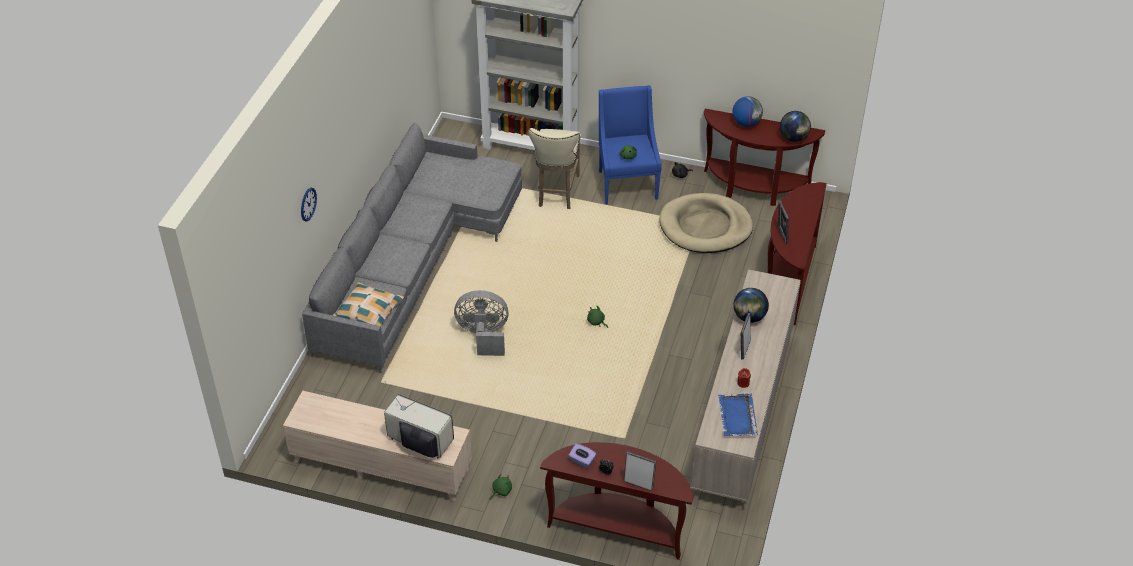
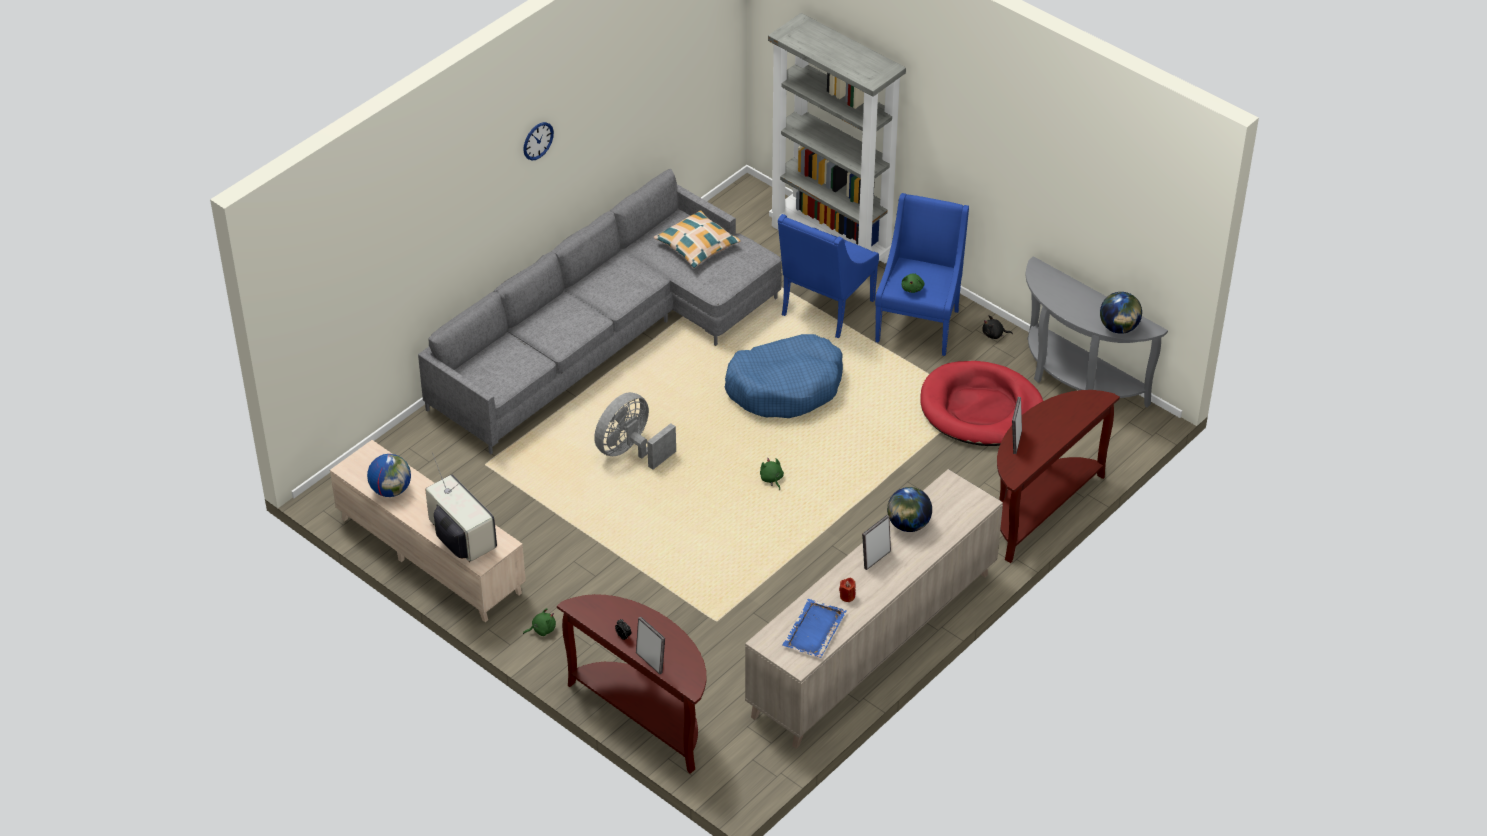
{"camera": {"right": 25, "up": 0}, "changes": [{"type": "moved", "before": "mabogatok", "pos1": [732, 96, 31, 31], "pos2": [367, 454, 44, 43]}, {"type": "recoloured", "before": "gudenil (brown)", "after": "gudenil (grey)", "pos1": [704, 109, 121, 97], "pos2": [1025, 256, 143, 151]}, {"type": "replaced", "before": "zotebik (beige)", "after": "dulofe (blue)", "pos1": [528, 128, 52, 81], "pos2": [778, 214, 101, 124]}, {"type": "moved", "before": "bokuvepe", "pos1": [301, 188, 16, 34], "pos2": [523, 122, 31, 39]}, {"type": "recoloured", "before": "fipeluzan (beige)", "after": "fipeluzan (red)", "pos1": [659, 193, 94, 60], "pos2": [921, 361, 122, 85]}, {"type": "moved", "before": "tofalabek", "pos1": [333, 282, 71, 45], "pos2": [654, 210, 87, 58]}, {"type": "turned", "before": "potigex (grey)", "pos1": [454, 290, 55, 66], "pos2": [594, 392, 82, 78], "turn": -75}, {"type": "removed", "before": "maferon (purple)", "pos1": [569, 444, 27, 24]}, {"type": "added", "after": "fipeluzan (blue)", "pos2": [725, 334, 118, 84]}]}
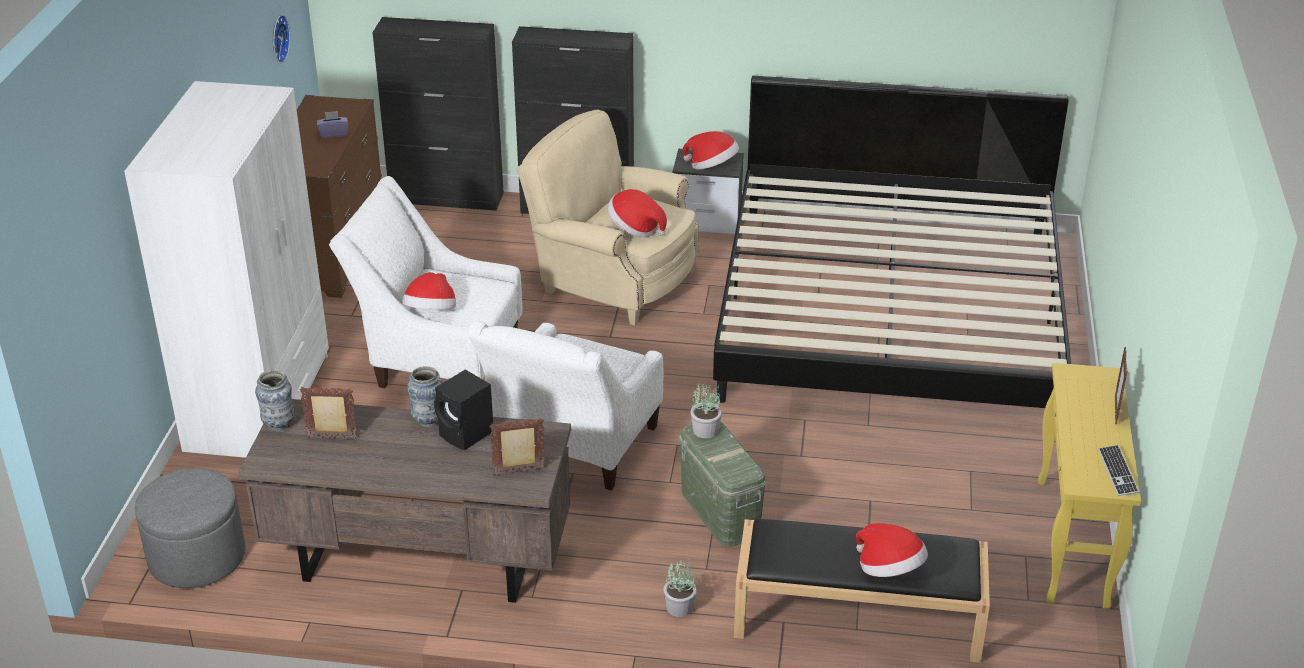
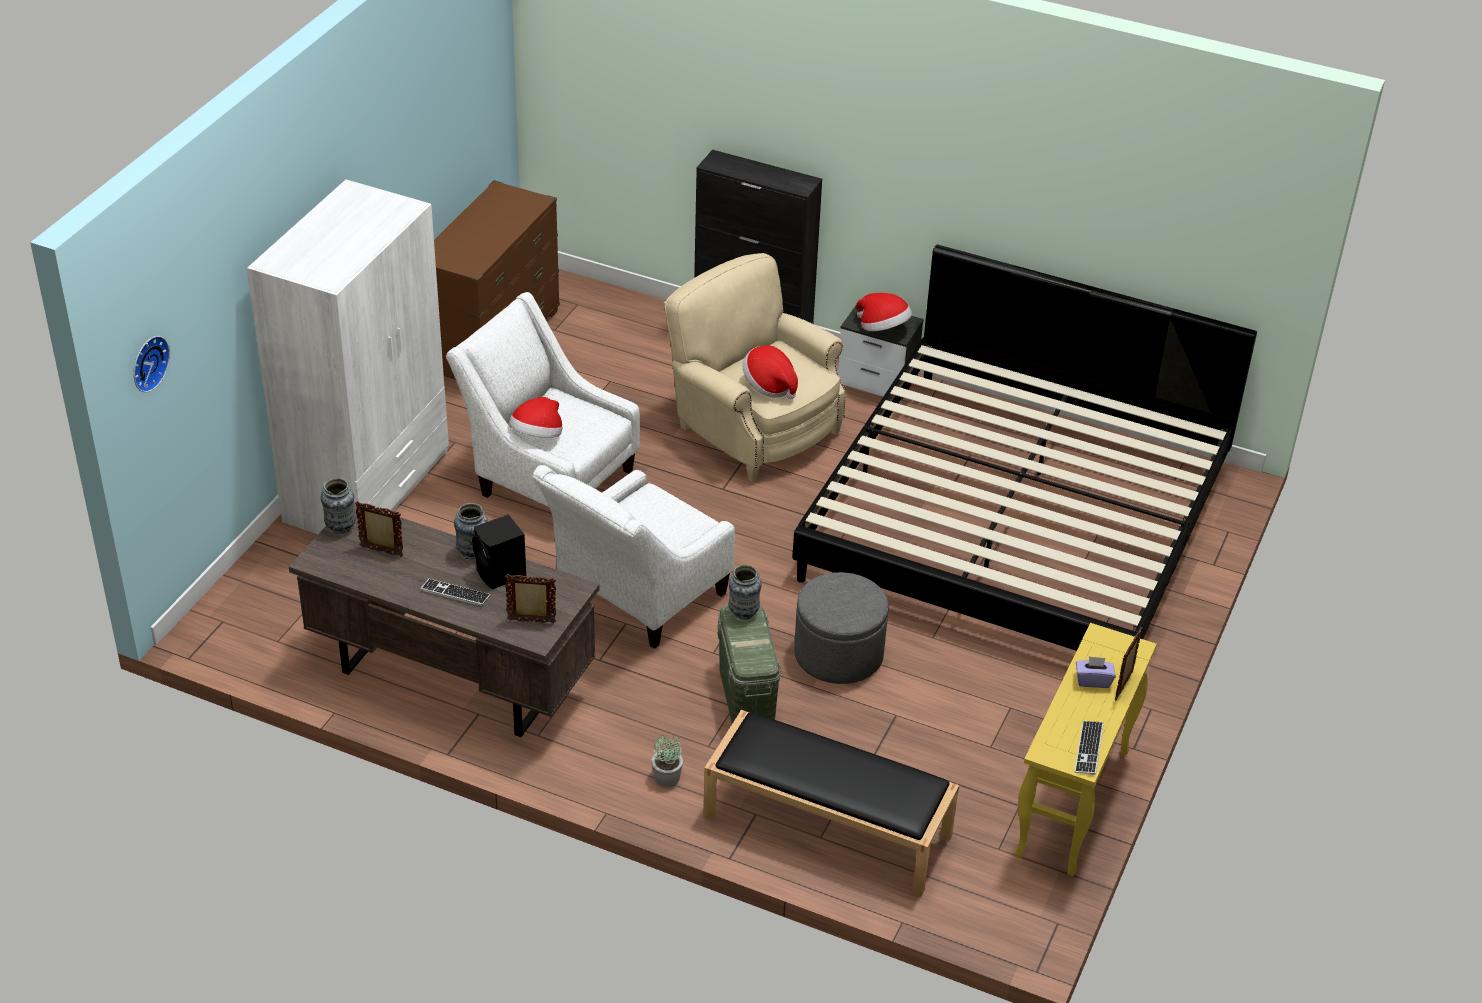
{"camera": {"right": 15, "up": 5}, "changes": [{"type": "moved", "before": "bokuvepe", "pos1": [273, 15, 17, 48], "pos2": [133, 336, 37, 56]}, {"type": "removed", "before": "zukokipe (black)", "pos1": [372, 17, 132, 194]}, {"type": "moved", "before": "maferon (purple)", "pos1": [317, 111, 32, 27], "pos2": [1076, 656, 40, 32]}, {"type": "replaced", "before": "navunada", "after": "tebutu", "pos1": [691, 383, 31, 55], "pos2": [729, 564, 33, 56]}, {"type": "moved", "before": "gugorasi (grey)", "pos1": [135, 468, 110, 120], "pos2": [794, 572, 95, 112]}, {"type": "removed", "before": "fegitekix", "pos1": [856, 523, 72, 54]}, {"type": "added", "after": "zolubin", "pos2": [421, 579, 69, 27]}]}
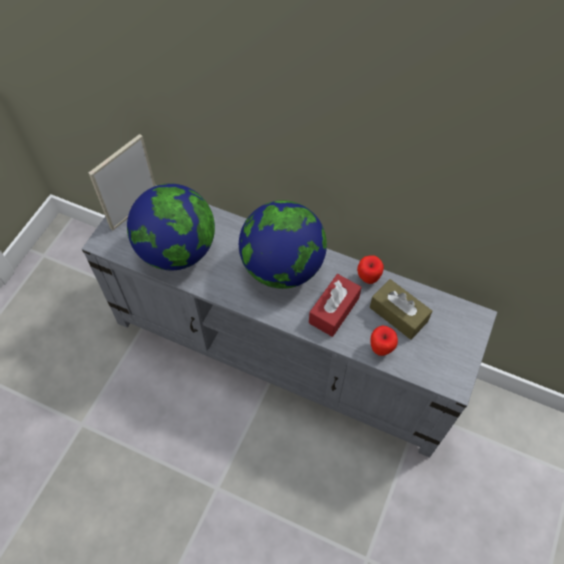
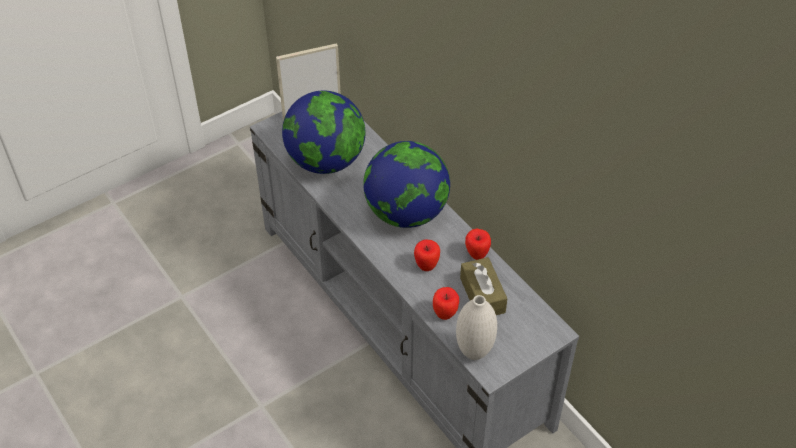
{"camera": {"right": 30, "up": -10}, "changes": [{"type": "replaced", "before": "maferon (red)", "after": "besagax", "pos1": [309, 274, 53, 63], "pos2": [414, 239, 26, 32]}, {"type": "added", "after": "tebutu (white)", "pos2": [456, 295, 41, 65]}]}
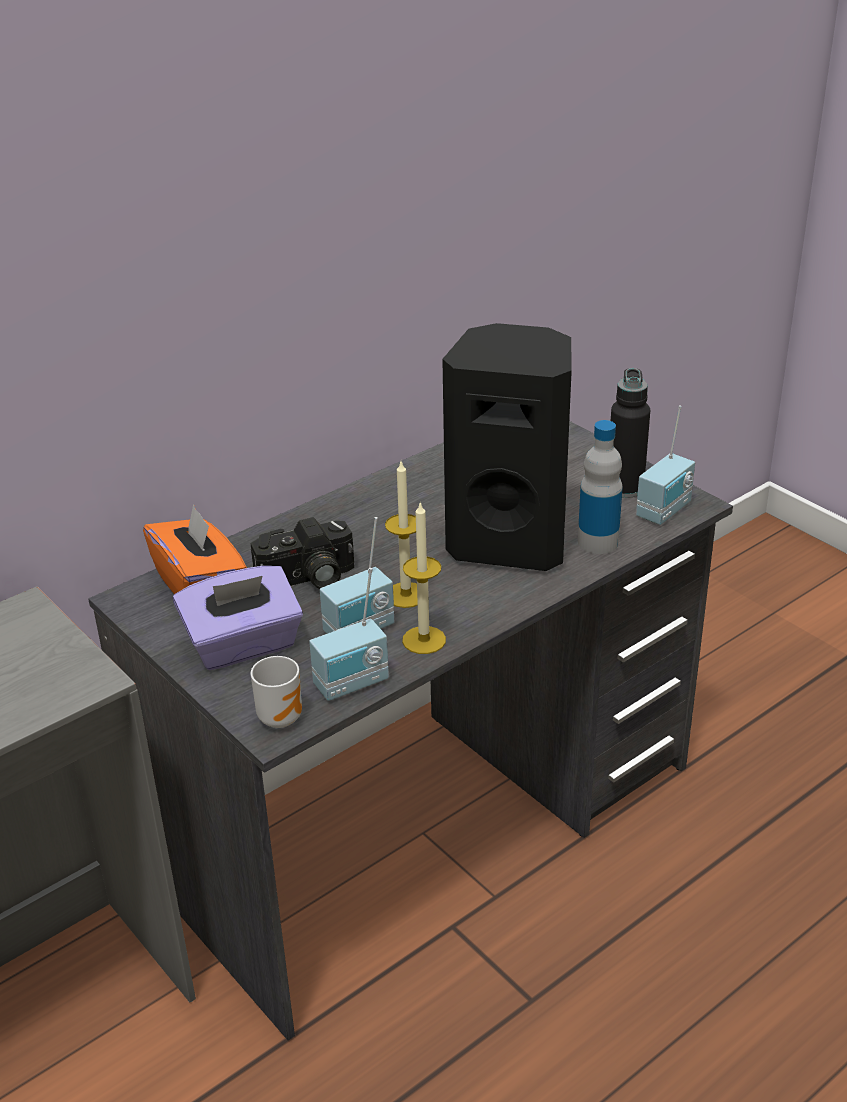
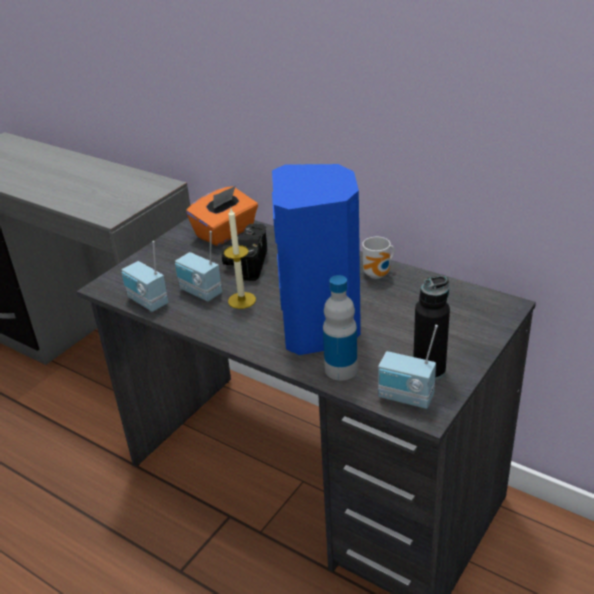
{"camera": {"right": 75, "up": 0}, "changes": [{"type": "recoloured", "before": "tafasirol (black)", "after": "tafasirol (blue)", "pos1": [442, 323, 130, 248], "pos2": [272, 164, 89, 191]}, {"type": "removed", "before": "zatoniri", "pos1": [402, 503, 44, 151]}, {"type": "turned", "before": "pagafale", "pos1": [251, 517, 103, 72], "pos2": [222, 224, 45, 57], "turn": 45}, {"type": "removed", "before": "maferon (purple)", "pos1": [173, 566, 130, 104]}, {"type": "moved", "before": "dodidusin", "pos1": [251, 656, 51, 72], "pos2": [362, 237, 33, 42]}]}
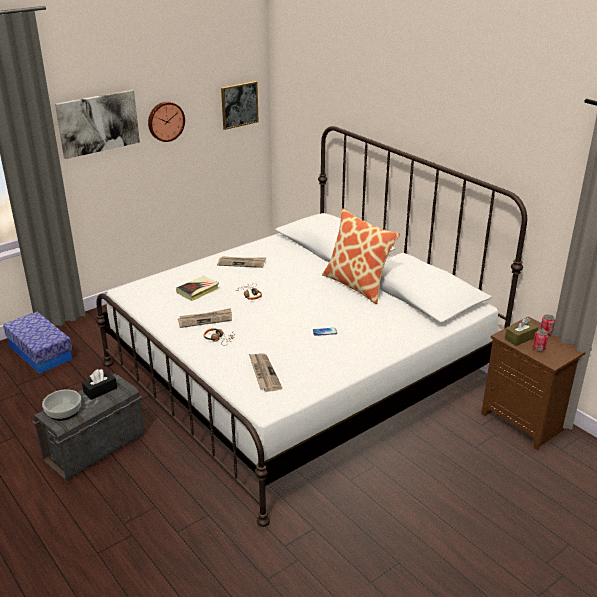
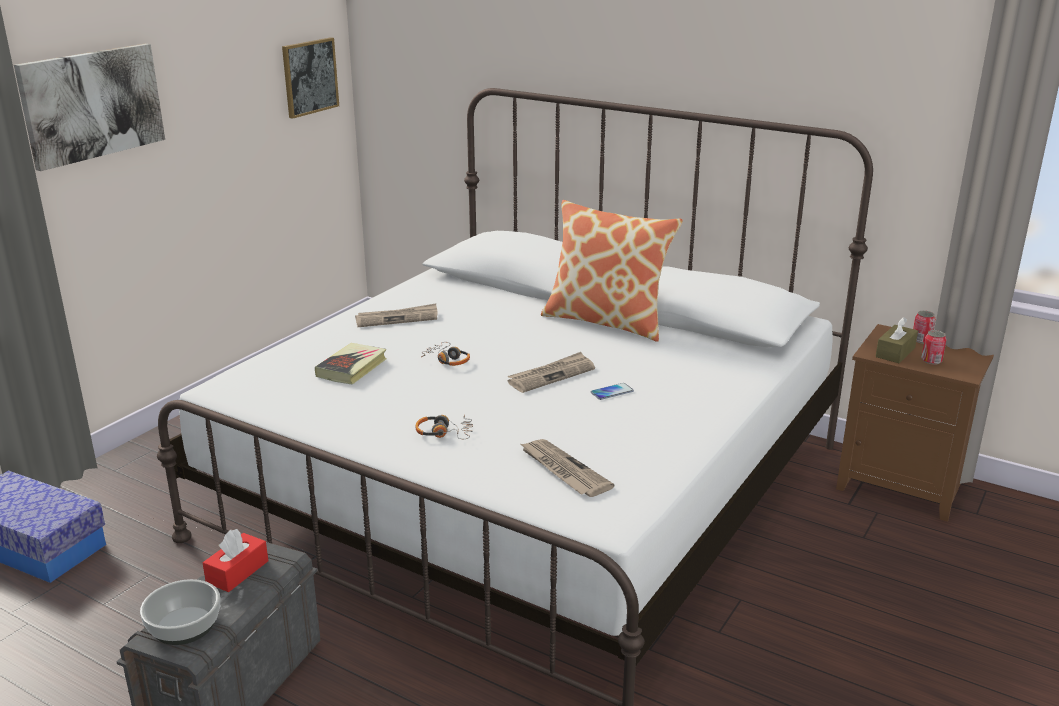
{"camera": {"right": -20, "up": -5}, "changes": [{"type": "removed", "before": "bokuvepe", "pos1": [148, 102, 37, 40]}, {"type": "moved", "before": "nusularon", "pos1": [178, 308, 54, 20], "pos2": [507, 352, 88, 41]}, {"type": "recoloured", "before": "maferon (black)", "after": "maferon (red)", "pos1": [82, 369, 35, 31], "pos2": [203, 529, 65, 63]}]}
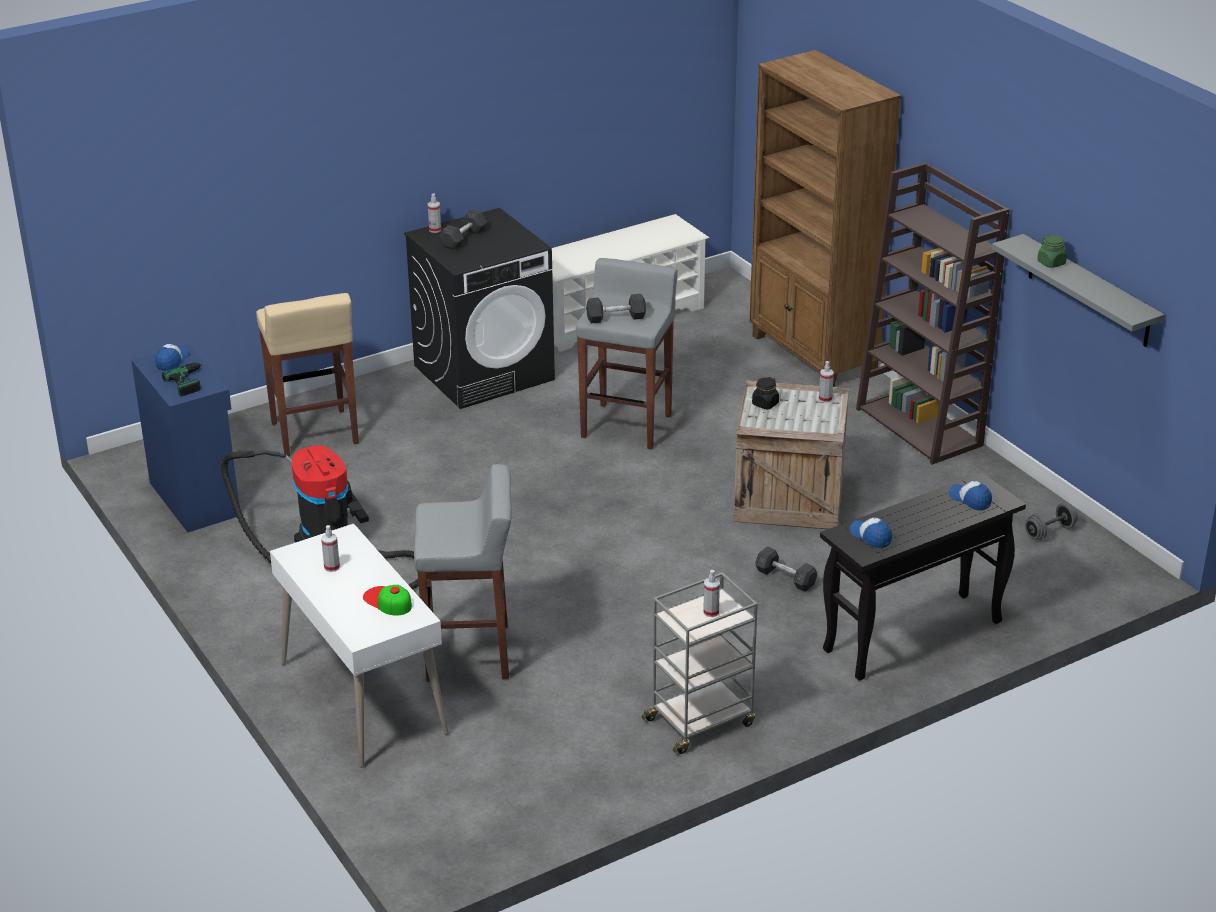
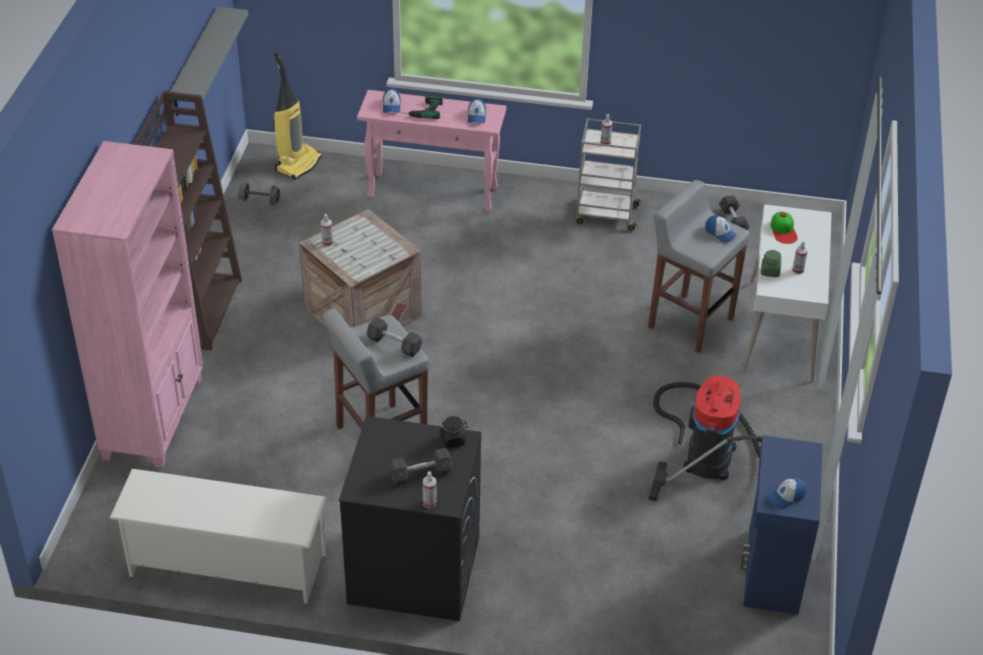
{"camera": {"right": -140, "up": 10}, "changes": [{"type": "recoloured", "before": "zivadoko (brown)", "after": "zivadoko (pink)", "pos1": [749, 50, 152, 337], "pos2": [52, 141, 151, 327]}, {"type": "moved", "before": "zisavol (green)", "pos1": [1037, 235, 30, 33], "pos2": [761, 249, 20, 28]}, {"type": "removed", "before": "zotebik (beige)", "pos1": [256, 293, 103, 164]}, {"type": "moved", "before": "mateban", "pos1": [162, 362, 47, 35], "pos2": [406, 95, 37, 24]}, {"type": "moved", "before": "zisavol (black)", "pos1": [752, 377, 27, 32], "pos2": [439, 416, 29, 32]}, {"type": "recoloured", "before": "gudenil (black)", "after": "gudenil (pink)", "pos1": [820, 472, 206, 209], "pos2": [357, 90, 150, 122]}, {"type": "moved", "before": "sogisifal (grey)", "pos1": [755, 546, 62, 46], "pos2": [719, 195, 30, 35]}, {"type": "added", "after": "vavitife", "pos2": [273, 52, 49, 128]}, {"type": "added", "after": "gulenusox", "pos2": [705, 215, 33, 28]}]}
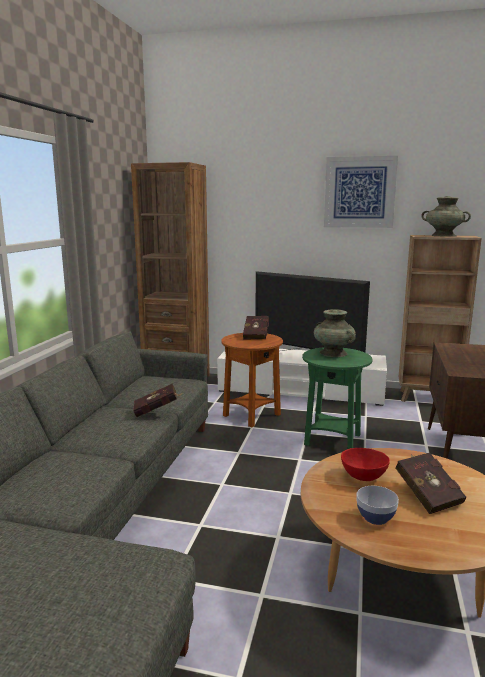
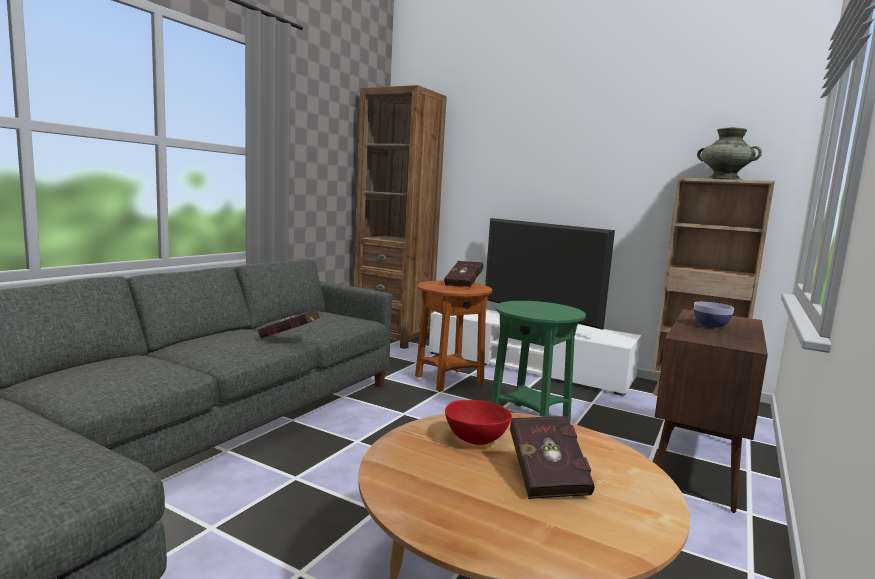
{"camera": {"right": 15, "up": -5}, "changes": [{"type": "removed", "before": "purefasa", "pos1": [324, 156, 74, 72]}, {"type": "removed", "before": "tebutu (turquoise)", "pos1": [314, 309, 42, 48]}, {"type": "moved", "before": "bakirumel", "pos1": [356, 486, 43, 39], "pos2": [694, 302, 40, 27]}]}
